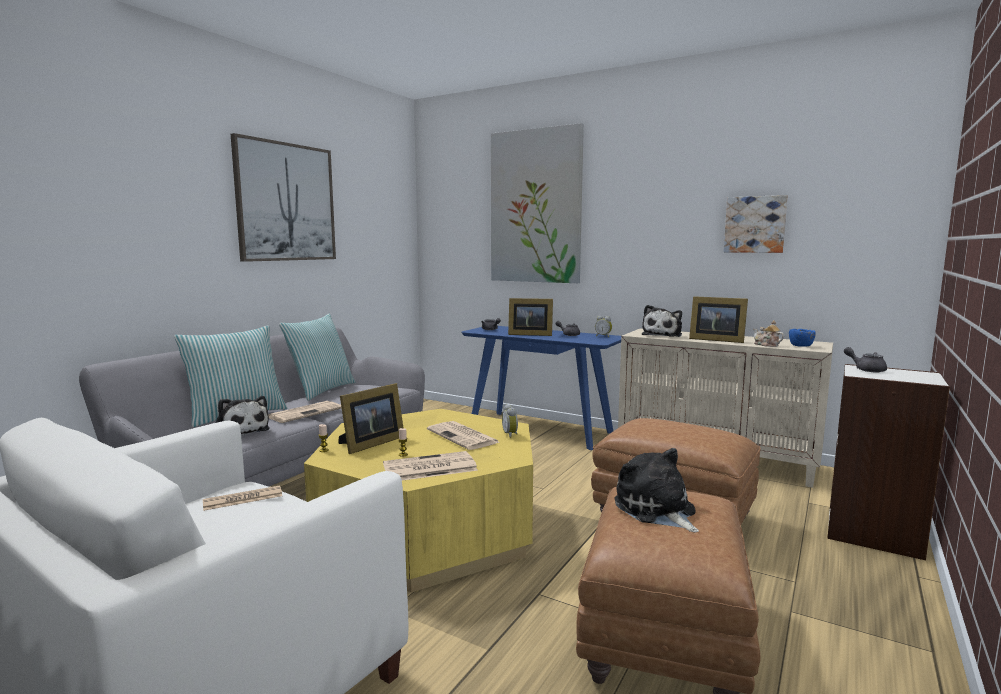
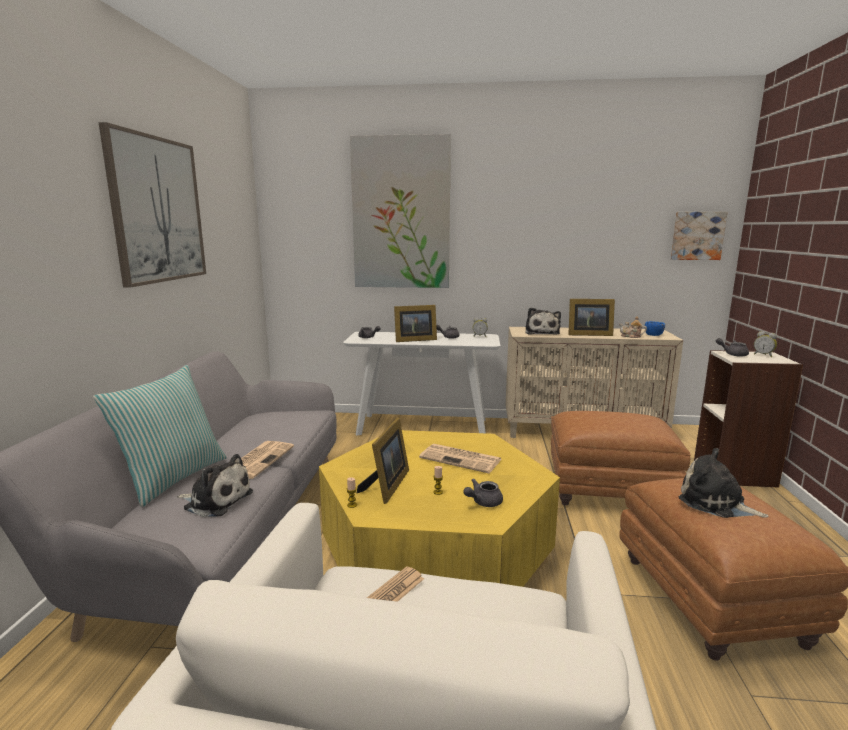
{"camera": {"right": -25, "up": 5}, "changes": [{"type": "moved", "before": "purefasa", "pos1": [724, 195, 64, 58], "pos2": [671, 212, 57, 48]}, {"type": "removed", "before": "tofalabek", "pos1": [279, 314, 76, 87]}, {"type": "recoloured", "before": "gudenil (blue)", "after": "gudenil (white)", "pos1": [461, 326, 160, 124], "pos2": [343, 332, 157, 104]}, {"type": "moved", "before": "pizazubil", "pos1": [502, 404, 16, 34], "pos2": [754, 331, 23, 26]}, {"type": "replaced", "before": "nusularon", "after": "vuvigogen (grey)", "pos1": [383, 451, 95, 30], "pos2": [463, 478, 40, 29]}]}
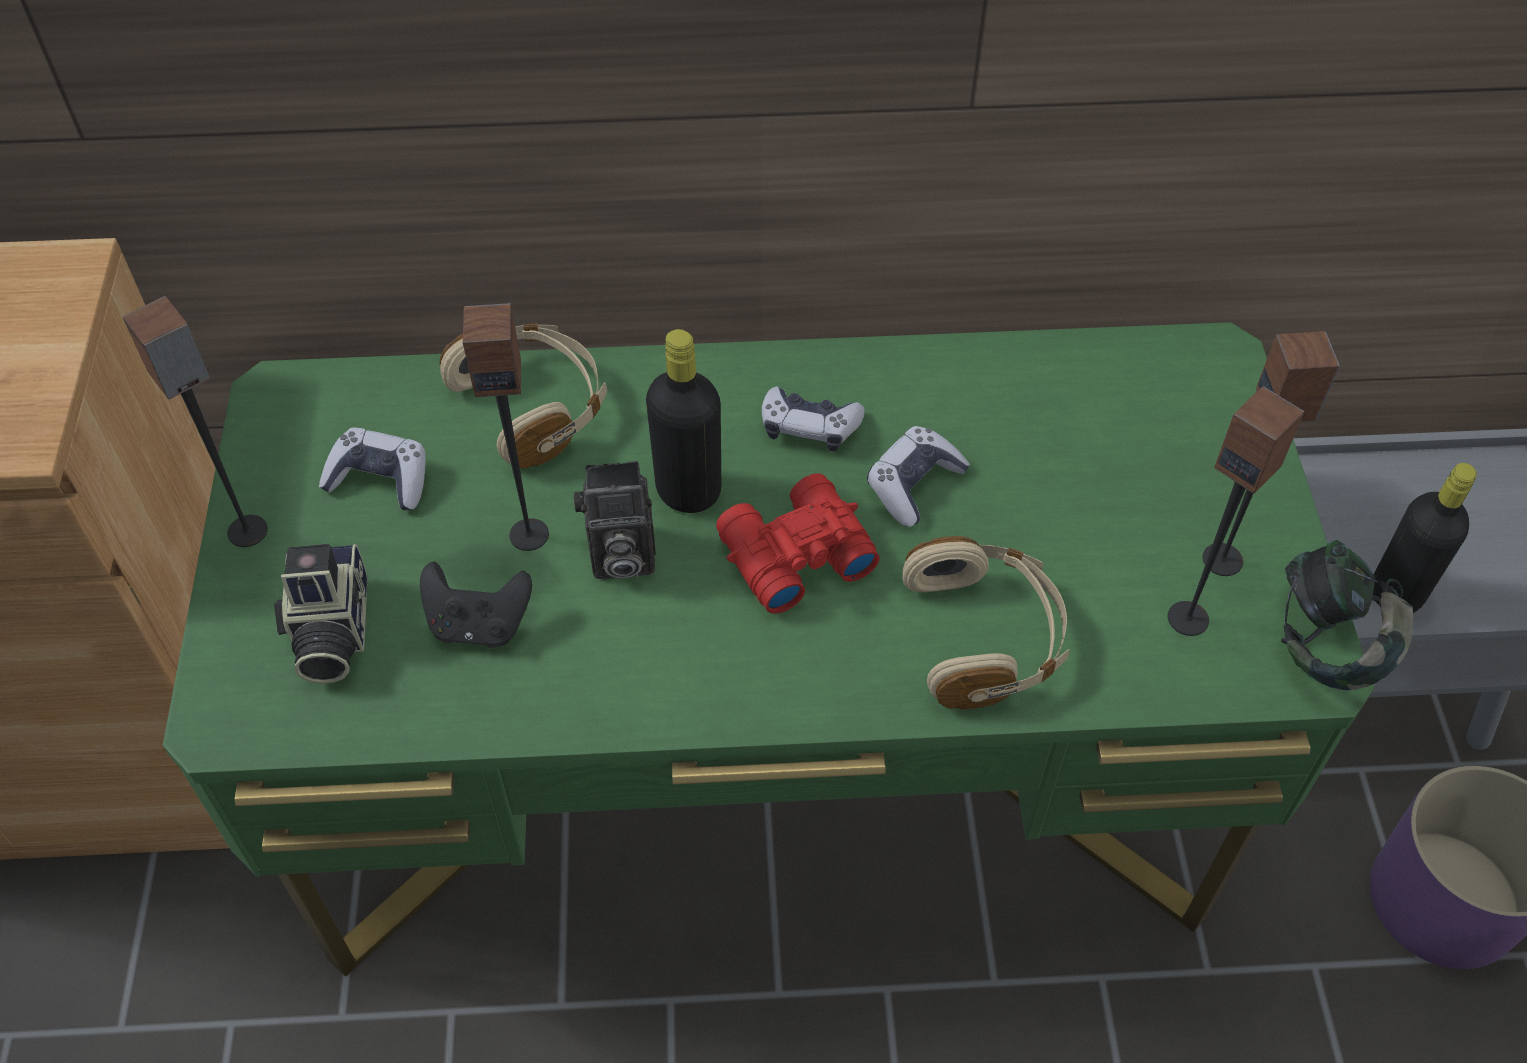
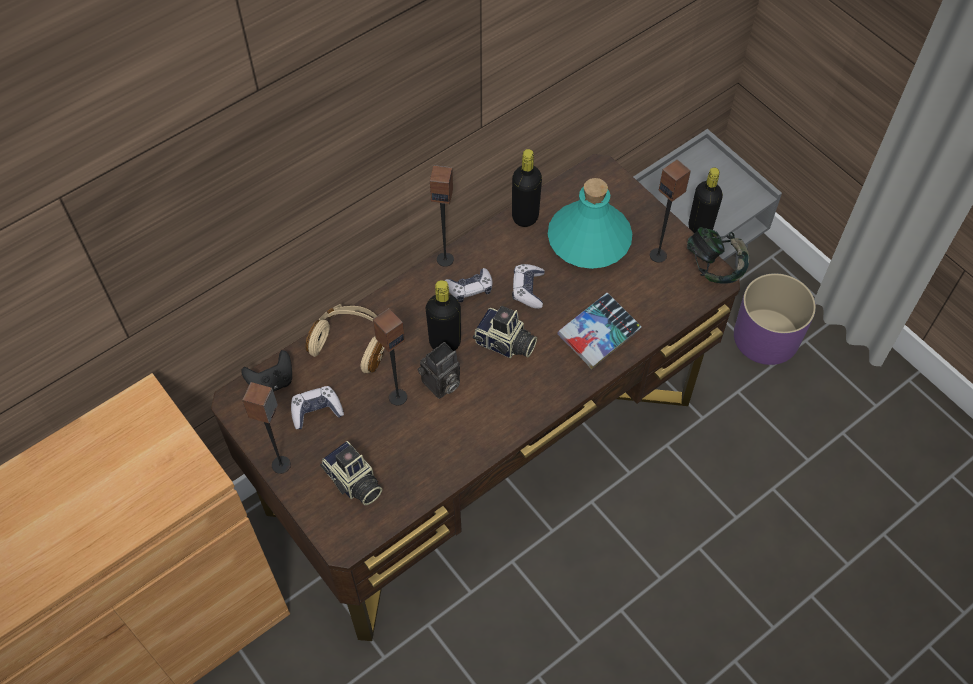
{"camera": {"right": -35, "up": 5}, "changes": [{"type": "recoloured", "before": "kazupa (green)", "after": "kazupa (brown)", "pos1": [163, 322, 1212, 654], "pos2": [211, 154, 529, 487]}, {"type": "moved", "before": "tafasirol", "pos1": [1168, 386, 137, 250], "pos2": [430, 165, 24, 102]}, {"type": "replaced", "before": "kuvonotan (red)", "after": "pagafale", "pos1": [716, 473, 164, 141], "pos2": [473, 306, 64, 52]}, {"type": "replaced", "before": "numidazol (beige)", "after": "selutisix", "pos1": [902, 536, 168, 174], "pos2": [557, 293, 85, 76]}, {"type": "moved", "before": "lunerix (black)", "pos1": [420, 562, 112, 86], "pos2": [241, 350, 51, 42]}, {"type": "added", "after": "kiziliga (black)", "pos2": [512, 149, 30, 78]}, {"type": "added", "after": "kiziliga (turquoise)", "pos2": [548, 178, 84, 91]}]}
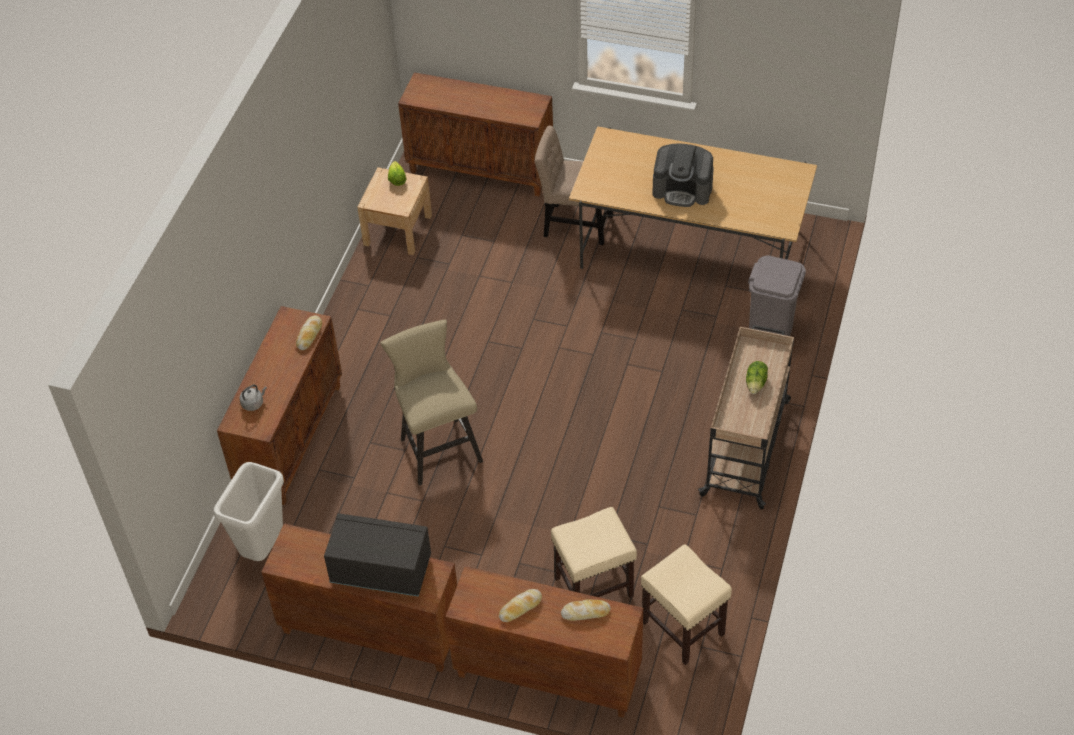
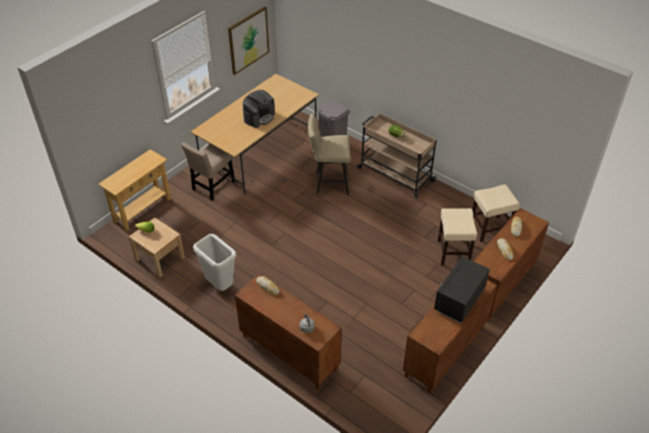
{"camera": {"right": -70, "up": -5}, "changes": [{"type": "replaced", "before": "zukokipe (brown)", "after": "gudenil (beige)", "pos1": [398, 72, 155, 124], "pos2": [98, 149, 73, 82]}, {"type": "moved", "before": "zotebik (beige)", "pos1": [380, 320, 103, 165], "pos2": [308, 114, 43, 81]}, {"type": "moved", "before": "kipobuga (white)", "pos1": [213, 462, 71, 99], "pos2": [193, 234, 44, 57]}, {"type": "added", "after": "purefasa", "pos2": [228, 6, 41, 69]}]}
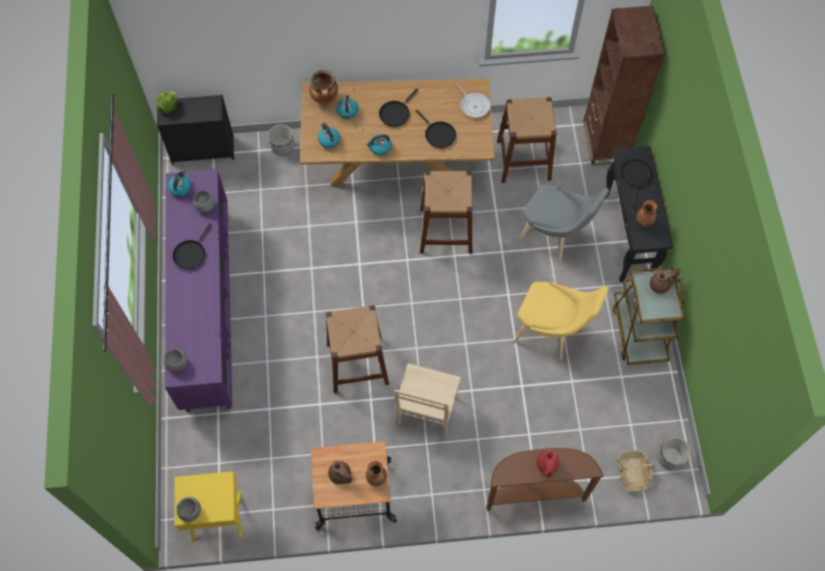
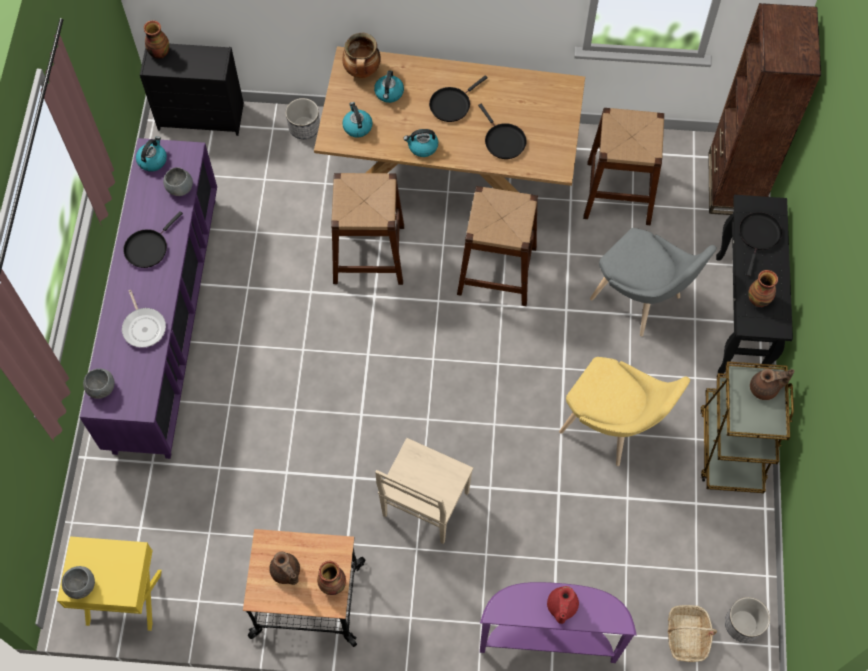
{"camera": {"right": 10, "up": 0}, "changes": [{"type": "moved", "before": "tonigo", "pos1": [457, 84, 34, 34], "pos2": [122, 290, 44, 58]}, {"type": "replaced", "before": "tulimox", "after": "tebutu", "pos1": [156, 92, 22, 21], "pos2": [144, 20, 25, 39]}, {"type": "moved", "before": "zotebik (brown)", "pos1": [326, 305, 63, 88], "pos2": [331, 173, 73, 112]}, {"type": "recoloured", "before": "gudenil (brown)", "after": "gudenil (purple)", "pos1": [486, 448, 118, 63], "pos2": [480, 582, 157, 81]}]}
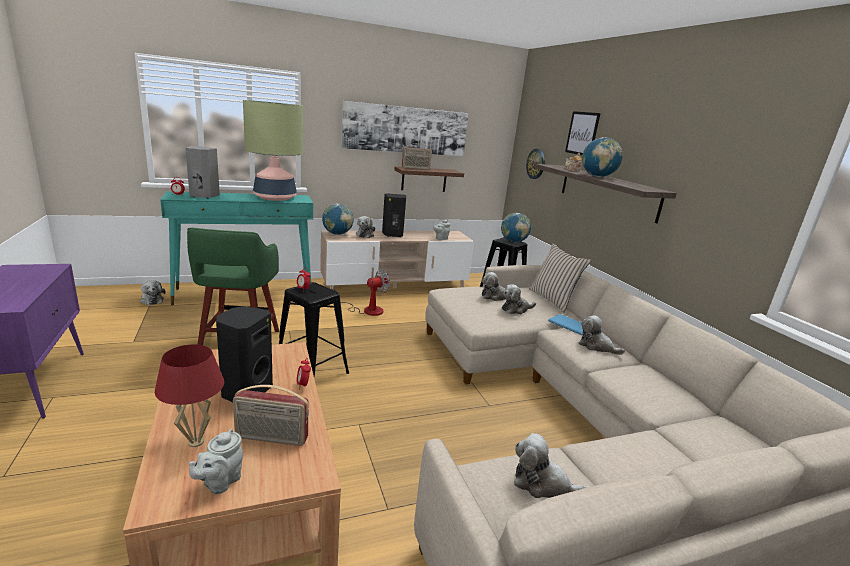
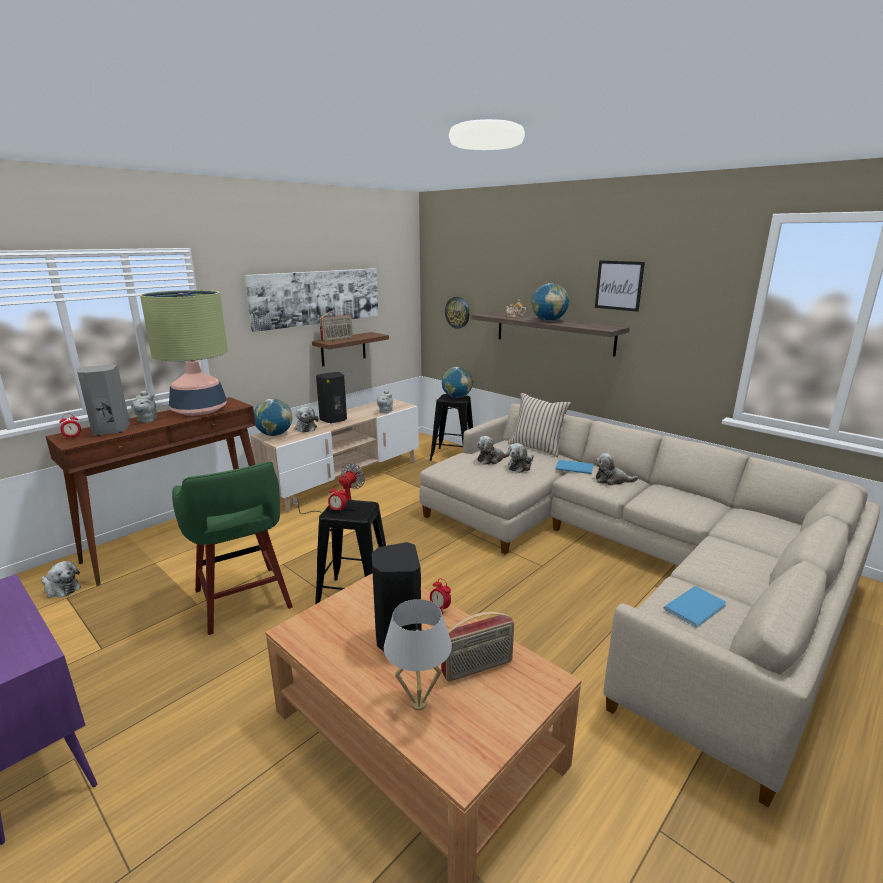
{"camera": {"right": -25, "up": 0}, "changes": [{"type": "moved", "before": "purefasa", "pos1": [565, 111, 36, 44], "pos2": [595, 260, 50, 52]}, {"type": "recoloured", "before": "gudenil (turquoise)", "after": "gudenil (brown)", "pos1": [160, 191, 153, 114], "pos2": [45, 397, 211, 189]}, {"type": "recoloured", "before": "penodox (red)", "after": "penodox (white)", "pos1": [155, 344, 69, 103], "pos2": [384, 599, 68, 111]}, {"type": "moved", "before": "vuvigogen (grey)", "pos1": [189, 429, 54, 65], "pos2": [131, 390, 26, 33]}, {"type": "replaced", "before": "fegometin", "after": "selutisix (blue)", "pos1": [514, 433, 73, 65], "pos2": [663, 586, 64, 42]}]}
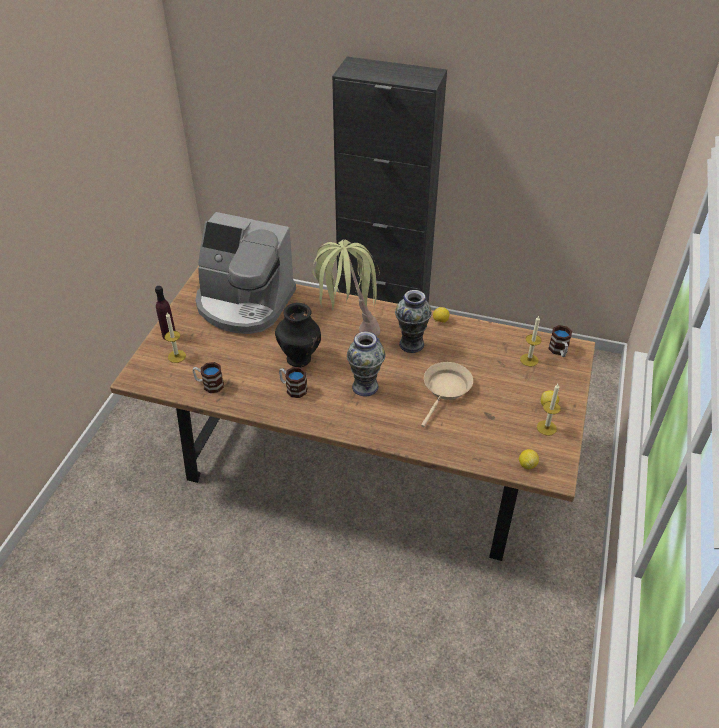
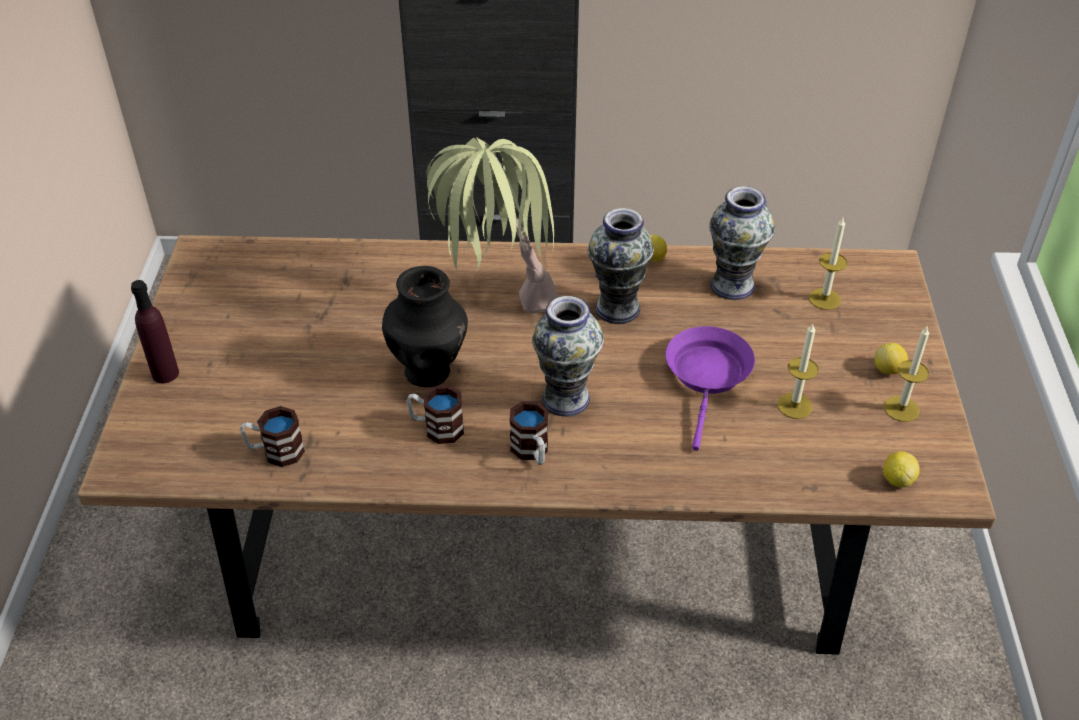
{"camera": {"right": -15, "up": 0}, "changes": [{"type": "removed", "before": "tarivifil", "pos1": [196, 212, 100, 122]}, {"type": "moved", "before": "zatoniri", "pos1": [164, 312, 22, 51], "pos2": [777, 324, 42, 95]}, {"type": "moved", "before": "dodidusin", "pos1": [548, 325, 24, 32], "pos2": [509, 401, 39, 64]}, {"type": "recoloured", "before": "tonigo (beige)", "after": "tonigo (purple)", "pos1": [421, 362, 52, 65], "pos2": [666, 326, 89, 125]}, {"type": "added", "after": "tebutu", "pos2": [709, 186, 66, 114]}]}
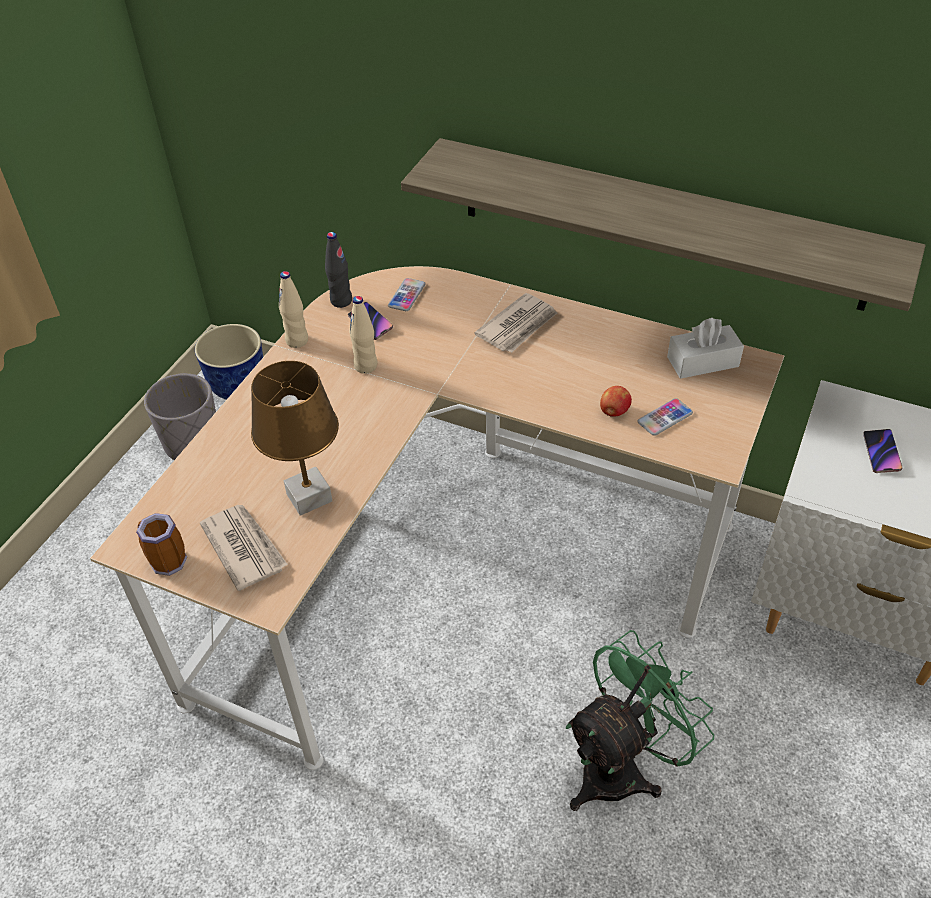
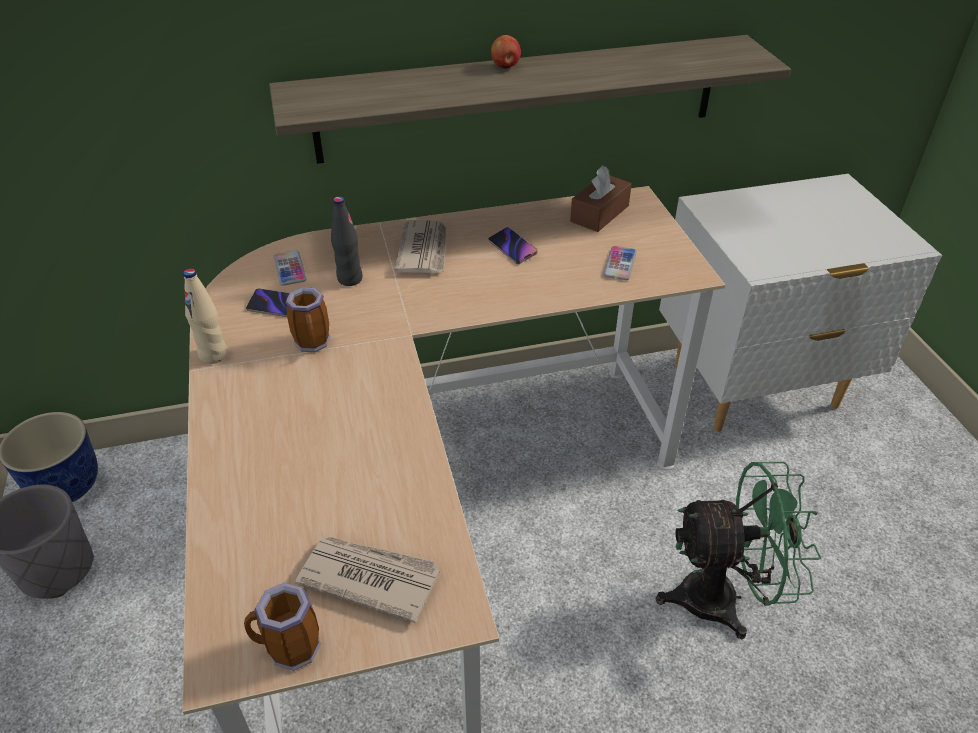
{"camera": {"right": -40, "up": -5}, "changes": [{"type": "moved", "before": "kiziliga (black)", "pos1": [325, 232, 27, 76], "pos2": [331, 197, 32, 89]}, {"type": "replaced", "before": "kiziliga (beige)", "after": "dodidusin", "pos1": [349, 296, 28, 78], "pos2": [285, 287, 45, 65]}, {"type": "recoloured", "before": "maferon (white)", "after": "maferon (brown)", "pos1": [667, 318, 77, 61], "pos2": [570, 166, 62, 66]}, {"type": "removed", "before": "penodox (brown)", "pos1": [251, 361, 88, 155]}, {"type": "moved", "before": "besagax", "pos1": [600, 386, 32, 31], "pos2": [491, 35, 30, 34]}, {"type": "moved", "before": "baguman", "pos1": [863, 429, 40, 44], "pos2": [488, 227, 50, 37]}, {"type": "turned", "before": "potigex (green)", "pos1": [566, 630, 148, 181], "pos2": [656, 462, 166, 178], "turn": 75}]}
